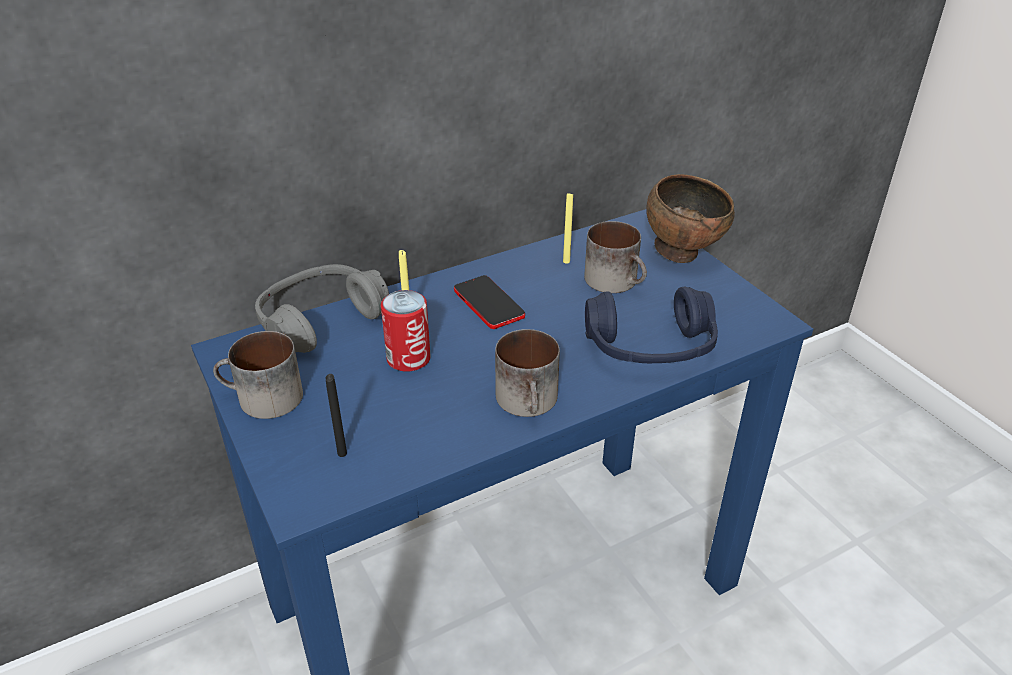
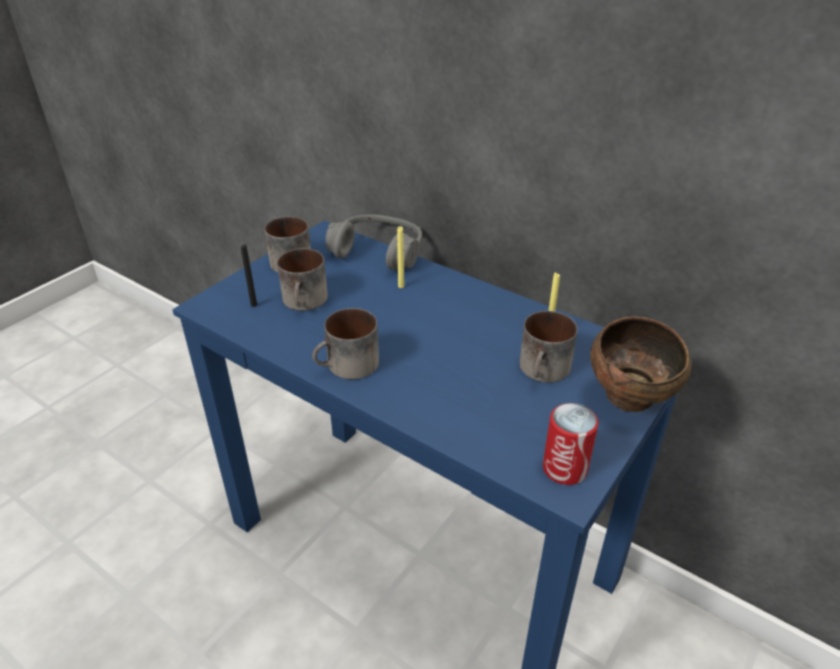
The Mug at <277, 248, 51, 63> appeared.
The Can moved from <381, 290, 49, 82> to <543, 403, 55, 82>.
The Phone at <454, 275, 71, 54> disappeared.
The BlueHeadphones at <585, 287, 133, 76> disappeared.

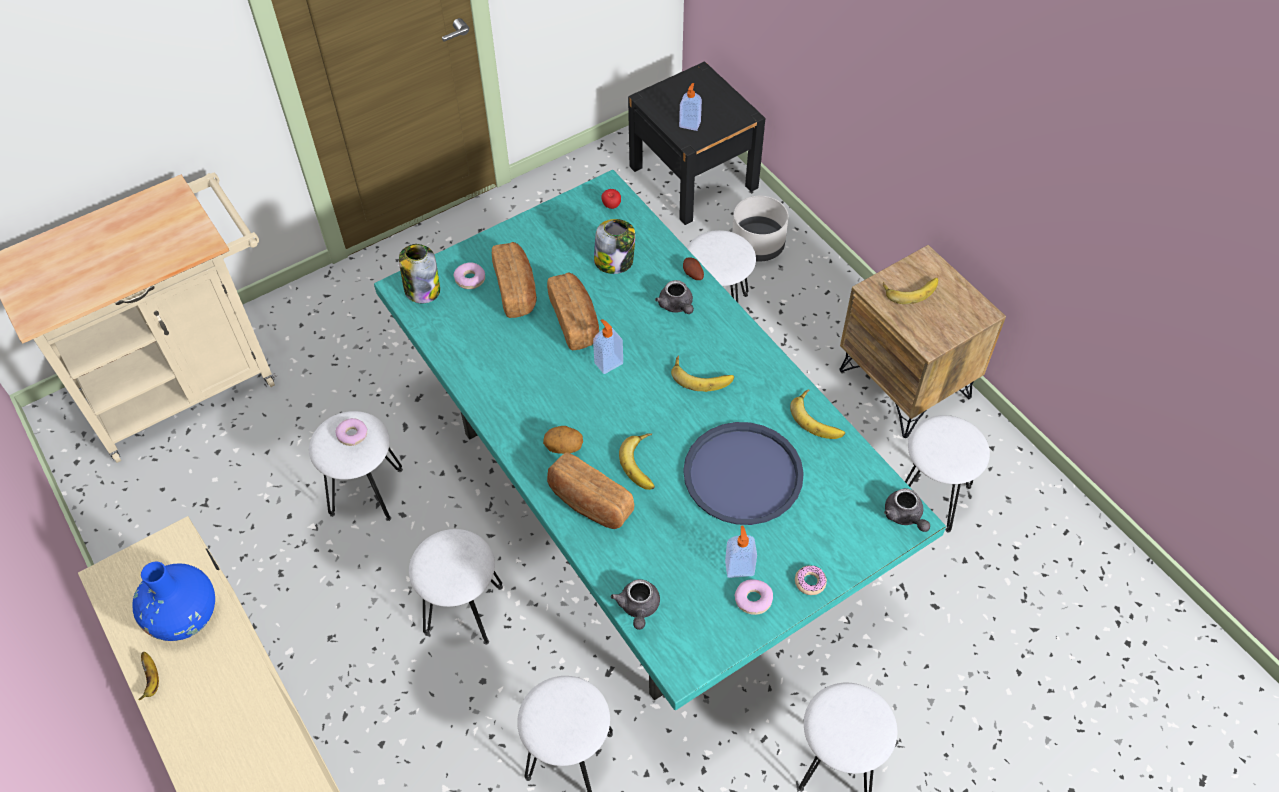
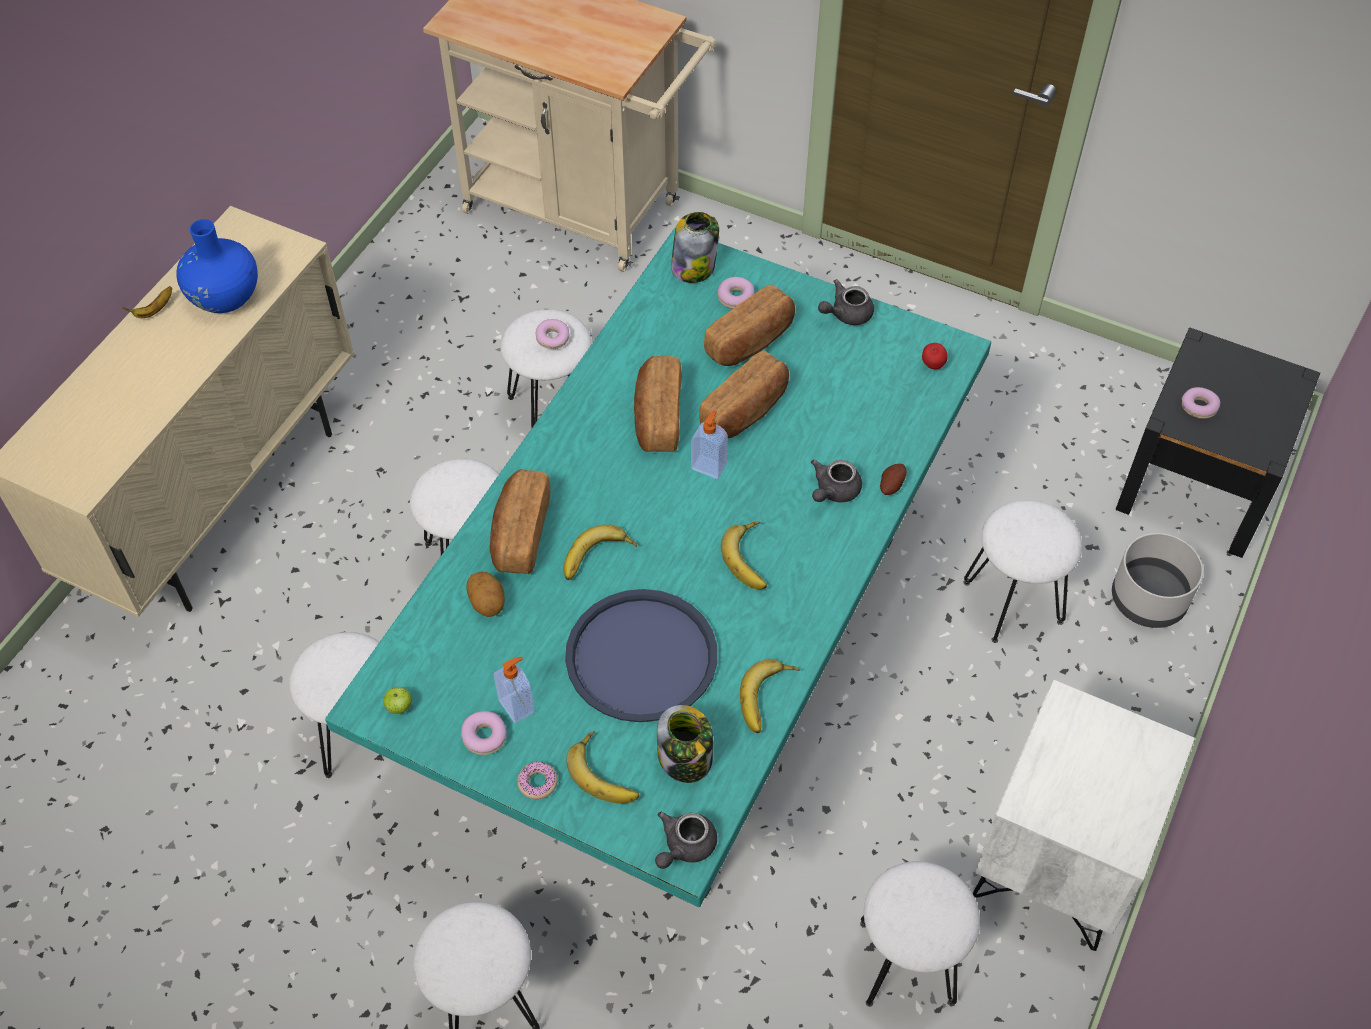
The Apple at <384, 686, 28, 28> appeared.
The Potato moved from <543, 426, 40, 28> to <467, 572, 38, 45>.
The Banana moved from <883, 278, 55, 26> to <566, 731, 73, 73>.
The Bread at <634, 356, 48, 96> appeared.
The Jar moved from <594, 219, 41, 55> to <657, 705, 56, 78>.
The GreyTeapot moved from <611, 579, 49, 51> to <818, 279, 56, 46>.
The BrownNightstand at <839, 245, 167, 193> became the WhiteNightstand at <973, 680, 222, 271>.
The SoapDispenser at <679, 83, 23, 48> was replaced by the Donut at <1182, 387, 38, 32>.

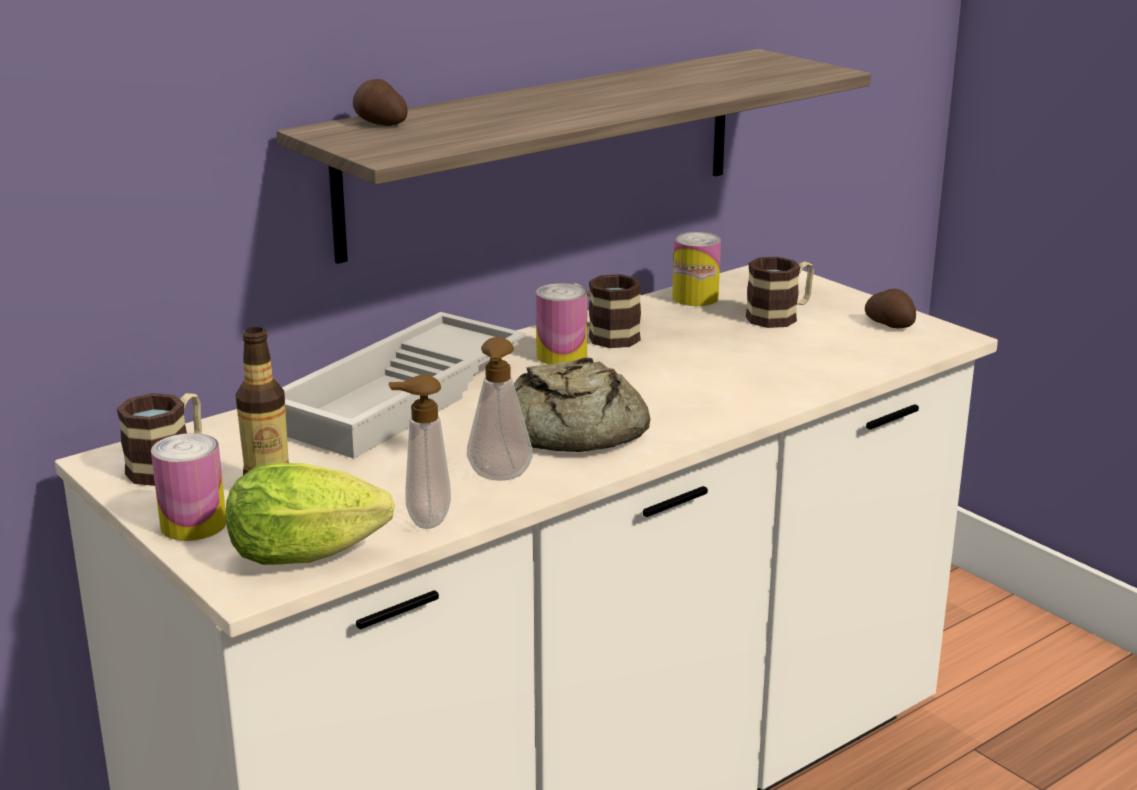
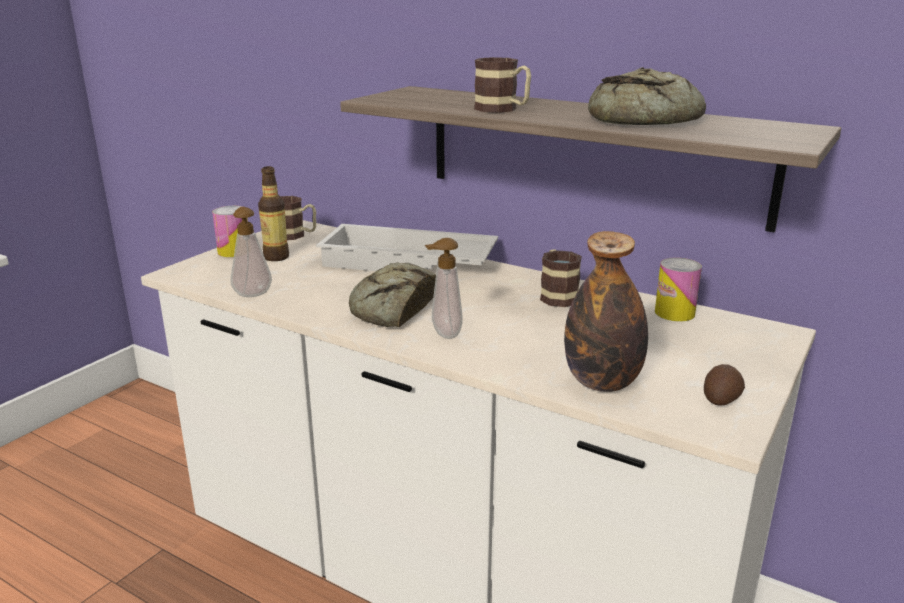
The SoapDispenser moved from <467, 337, 66, 144> to <425, 238, 38, 101>.
The Mug moved from <746, 257, 68, 71> to <474, 57, 57, 56>.
The Bottle at <564, 231, 84, 161> appeared.
The Bread at <588, 67, 118, 58> appeared.
The Lettuce at <226, 463, 169, 102> disappeared.
The Potato at <353, 79, 54, 47> disappeared.
The Can at <536, 283, 51, 81> disappeared.

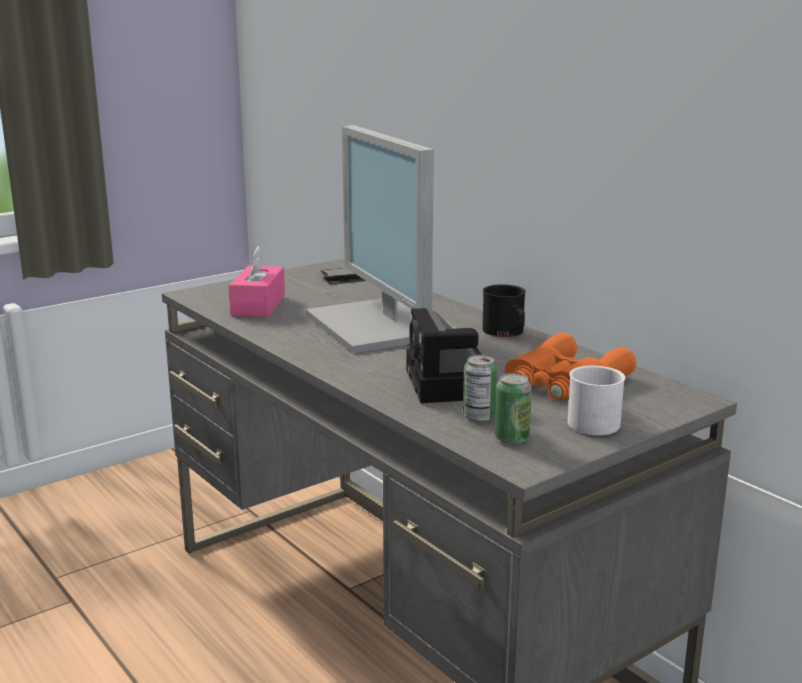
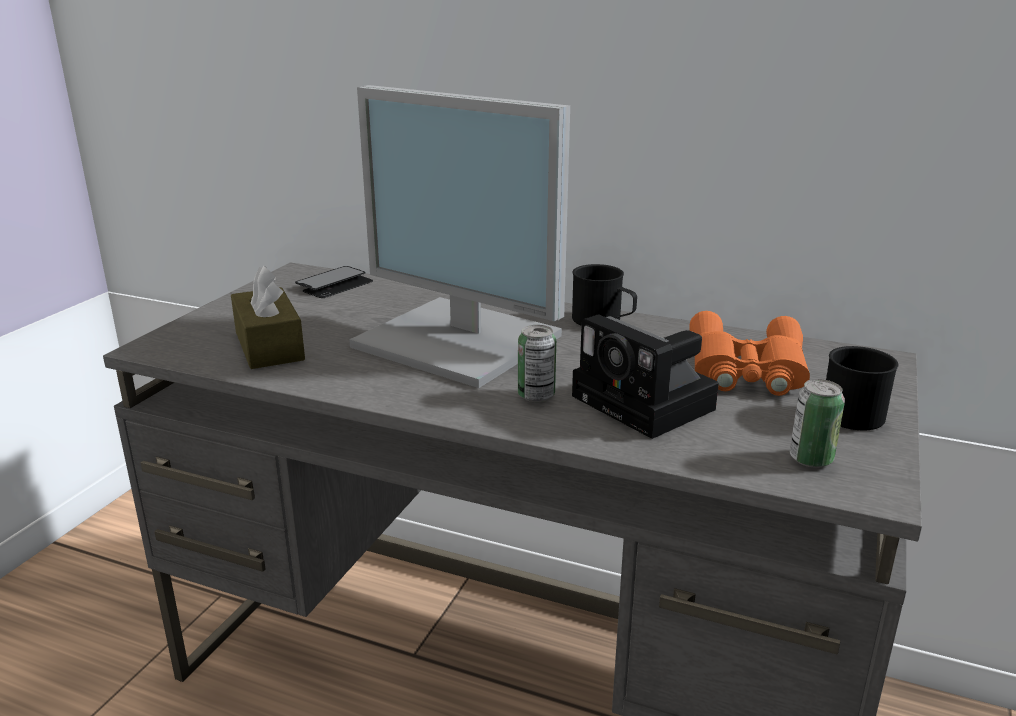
The PinkTissueBox at <229, 246, 56, 71> became the BrownTissueBox at <231, 265, 74, 104>.
The Can moved from <463, 355, 34, 68> to <518, 325, 38, 77>.
The WhiteMug at <568, 366, 57, 70> became the BlackMug at <826, 346, 73, 84>.

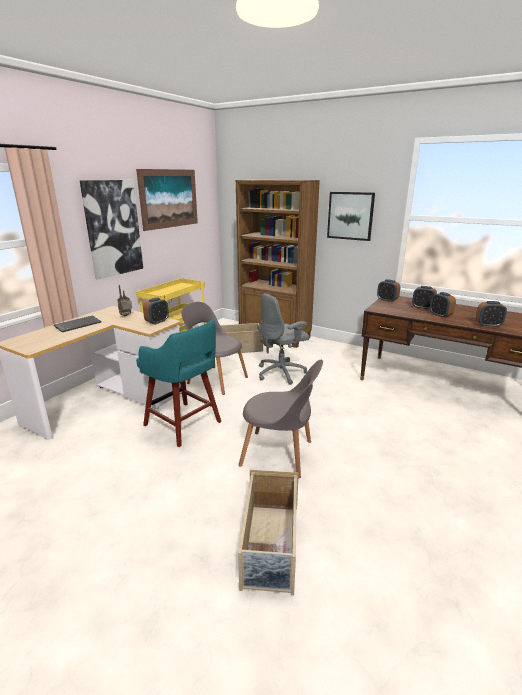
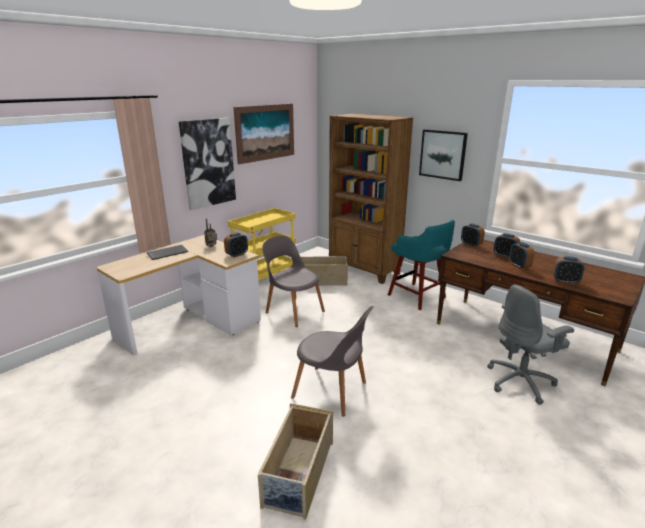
The TurquoiseStool moved from <136, 320, 85, 127> to <388, 220, 67, 90>.
The GreyOfficeChair moved from <259, 293, 50, 92> to <487, 285, 87, 120>.

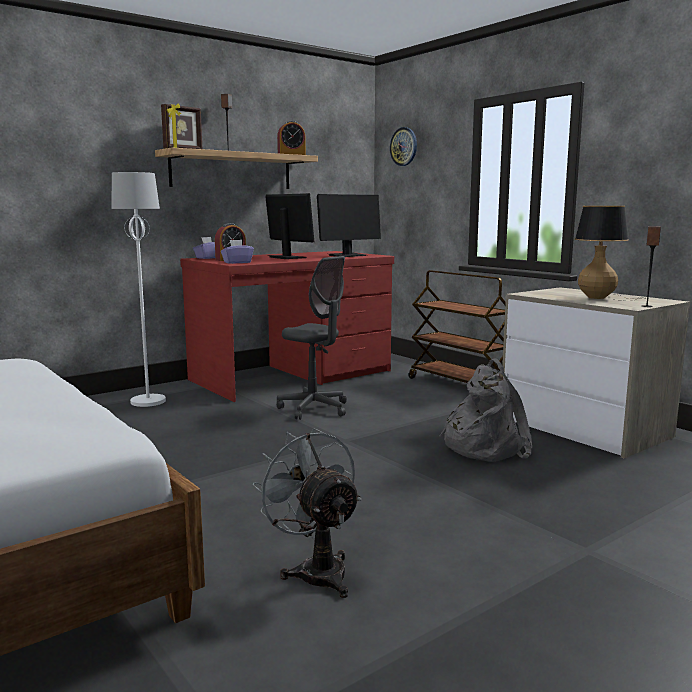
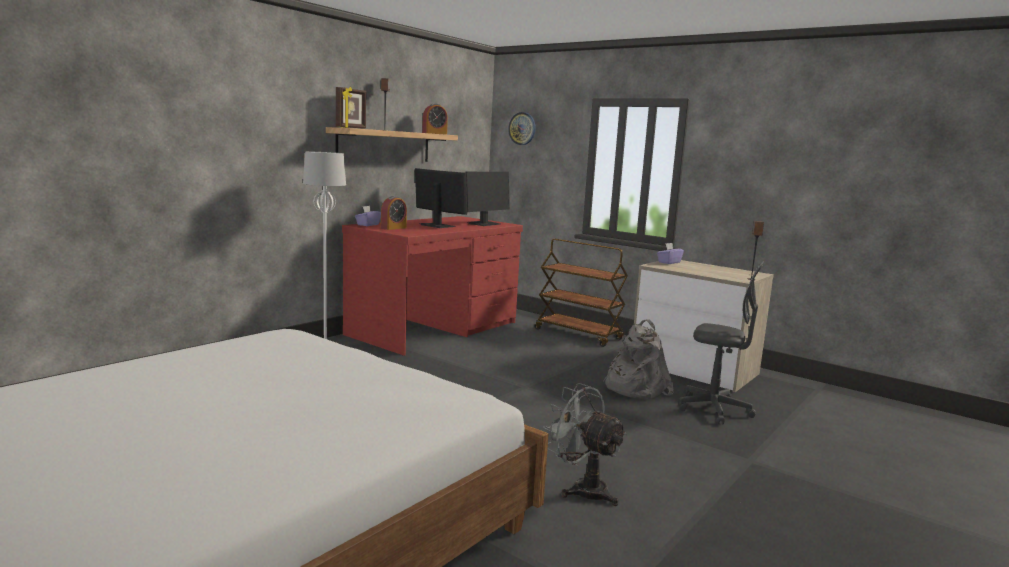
The PurpleTissueBox moved from <221, 240, 33, 24> to <657, 243, 27, 21>.
The GreyOfficeChair moved from <277, 256, 70, 164> to <679, 261, 85, 163>.
The TableLamp at <574, 206, 72, 95> disappeared.

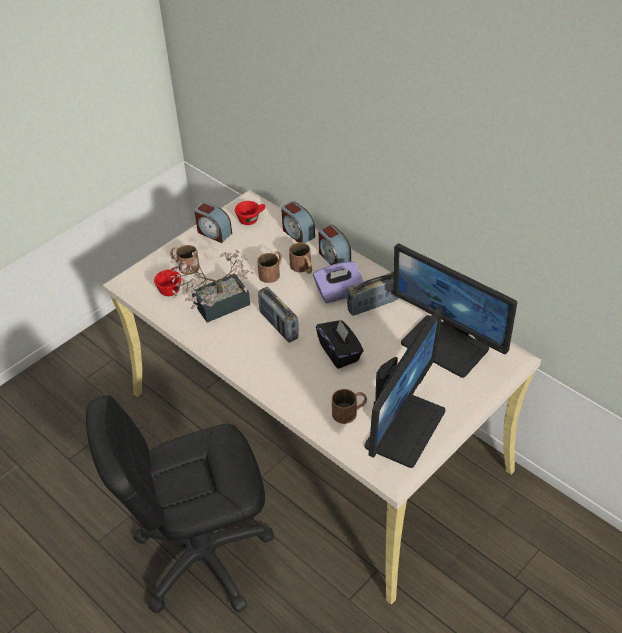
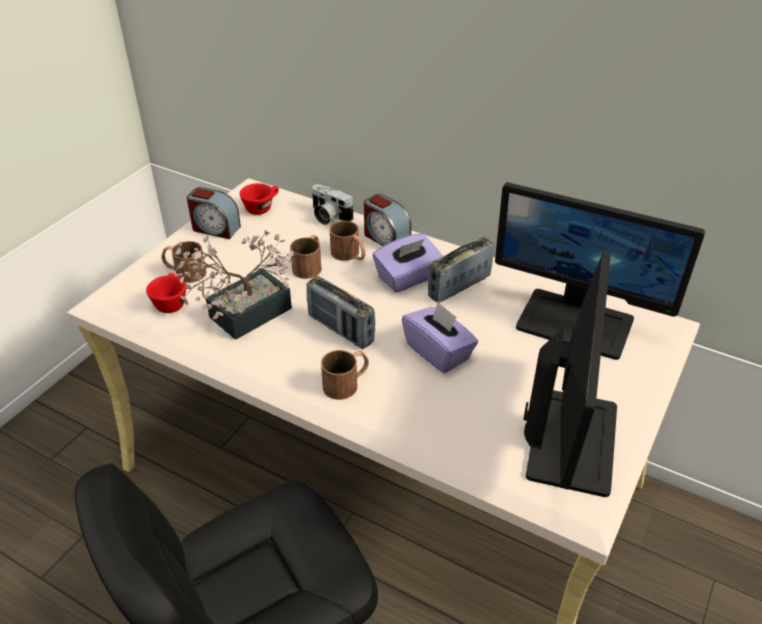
The AlarmClock at <281, 201, 34, 42> was replaced by the PhotoCamera at <312, 184, 41, 41>.
The BrownMug moved from <332, 389, 35, 35> to <321, 350, 48, 50>.
The BlackTissueBox at <316, 319, 47, 50> became the PurpleTissueBox at <402, 301, 76, 72>.

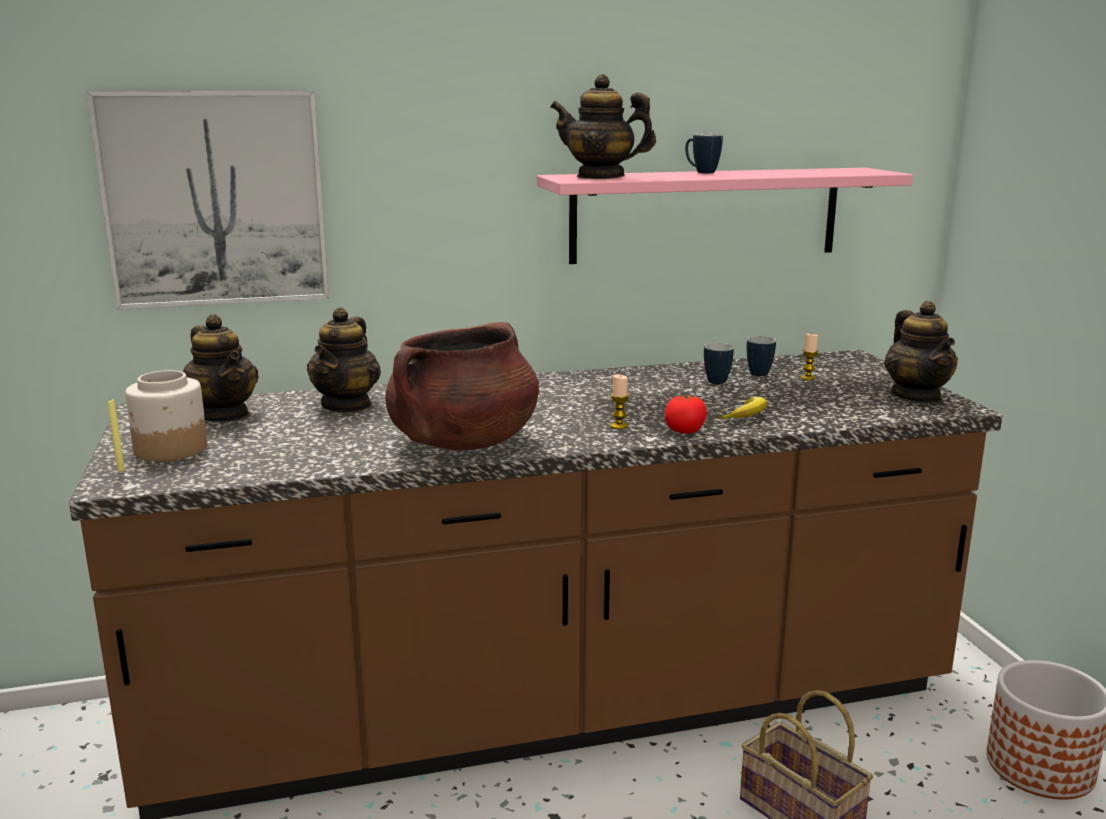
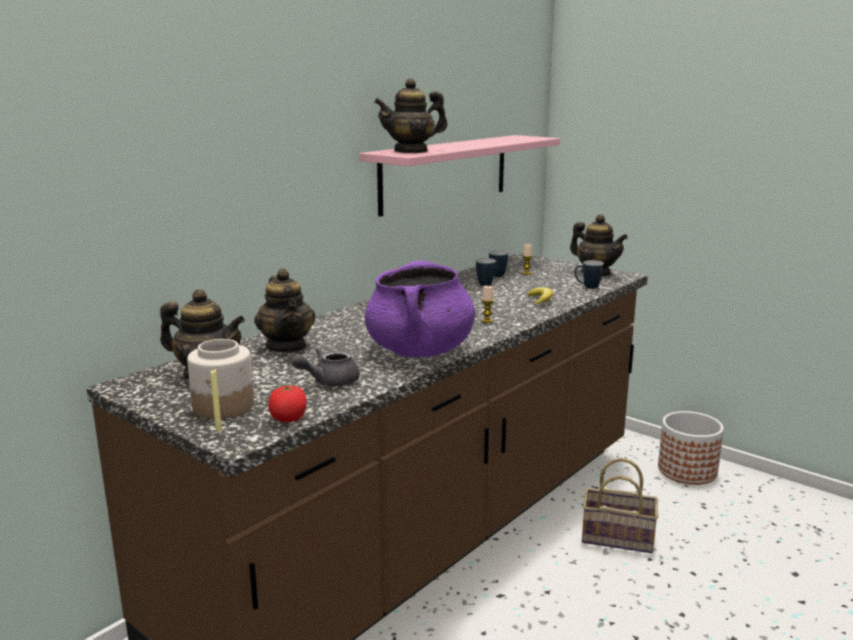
The Tomato moved from <665, 395, 42, 39> to <268, 385, 39, 37>.
The GreyTeapot at <292, 347, 68, 39> appeared.
The BrownCookingPot at <385, 322, 154, 129> became the PurpleCookingPot at <364, 261, 111, 97>.
The Mug moved from <685, 134, 38, 39> to <574, 260, 30, 29>.
The Picture at <87, 91, 242, 219> disappeared.

